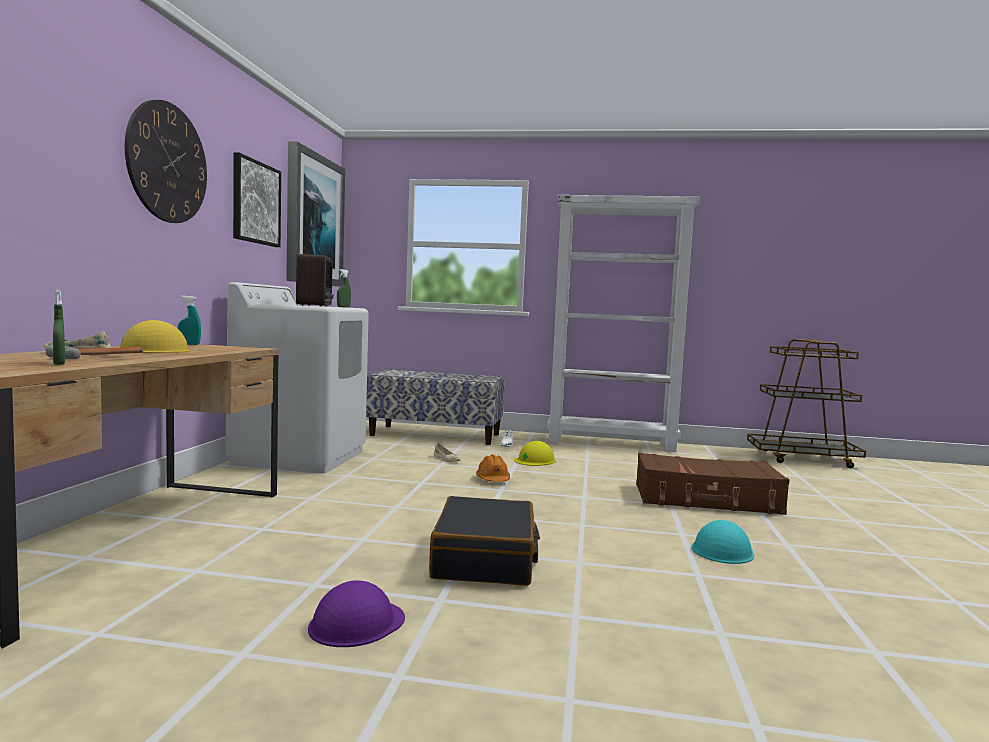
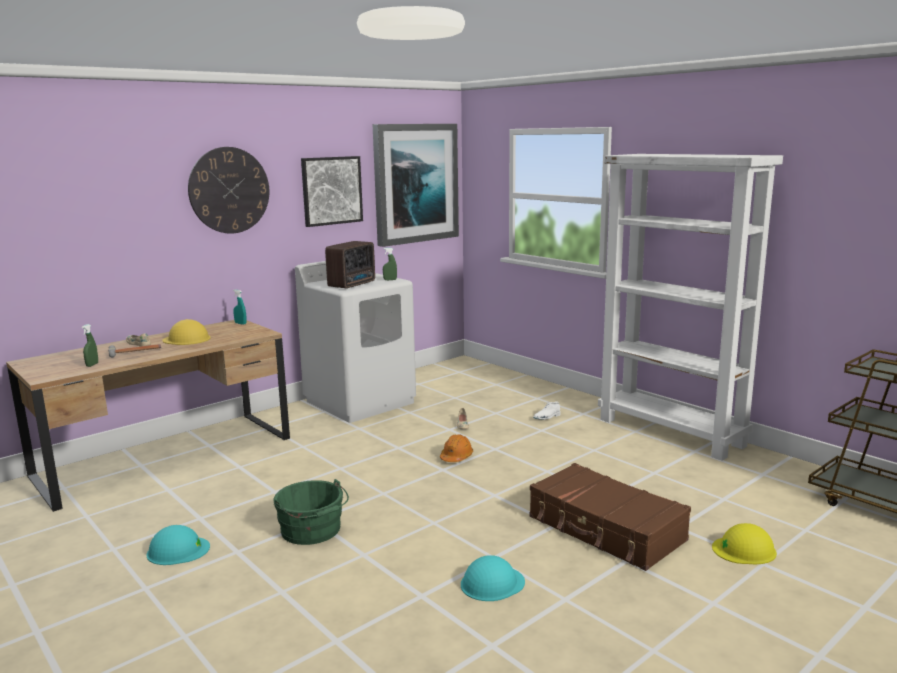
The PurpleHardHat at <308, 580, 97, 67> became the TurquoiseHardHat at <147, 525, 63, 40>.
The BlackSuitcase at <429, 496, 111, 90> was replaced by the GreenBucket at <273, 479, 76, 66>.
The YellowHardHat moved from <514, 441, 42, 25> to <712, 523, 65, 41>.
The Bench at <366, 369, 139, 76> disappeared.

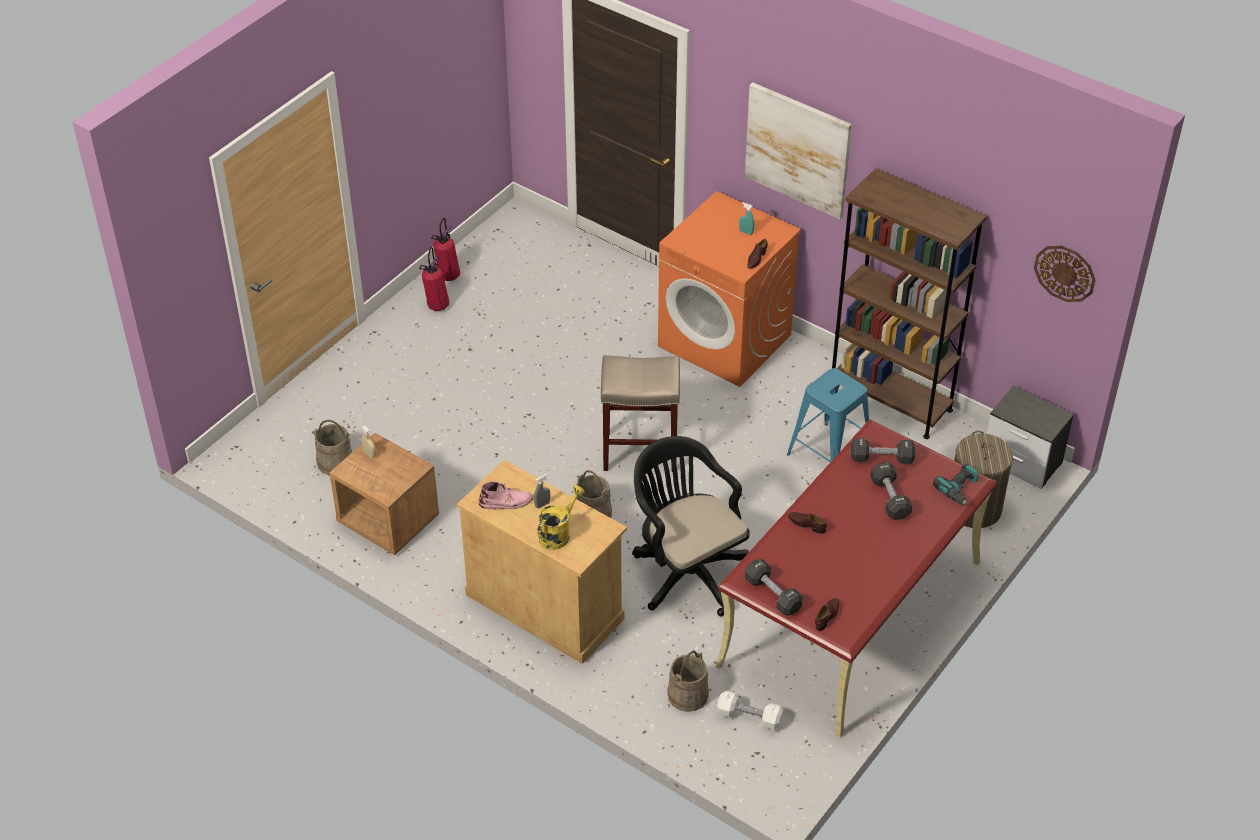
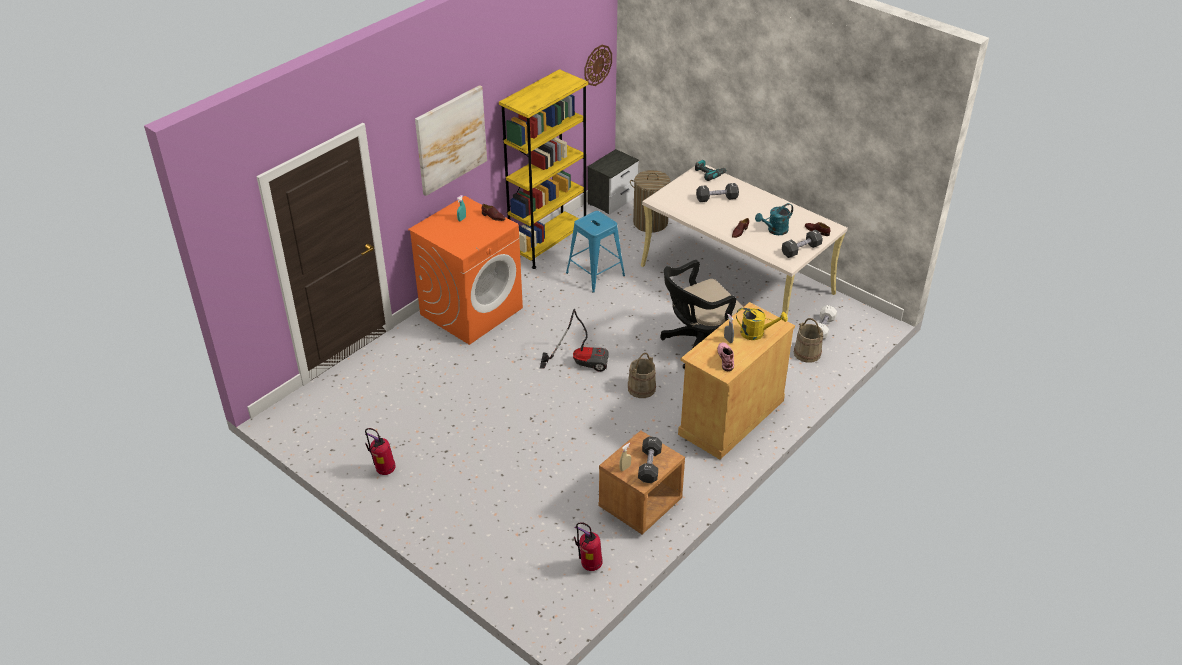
The BrownBookcase at <832, 168, 155, 271> became the YellowBookcase at <499, 69, 89, 200>.
The BeigeStool at <601, 355, 79, 117> was replaced by the VacuumCleaner at <540, 309, 69, 63>.
The FireExtinguisher moved from <431, 217, 29, 64> to <574, 522, 29, 49>.
The BlackDumbbell moved from <851, 438, 64, 26> to <638, 437, 24, 46>.
The RedDesk at <716, 419, 281, 319> became the BeigeDesk at <641, 164, 207, 153>.
The YellowWateringCan at <537, 485, 48, 65> turned 150 degrees clockwise.
The TurquoiseWateringCan at <755, 203, 38, 32> appeared.
The BeigeBucket at <312, 420, 40, 55> disappeared.

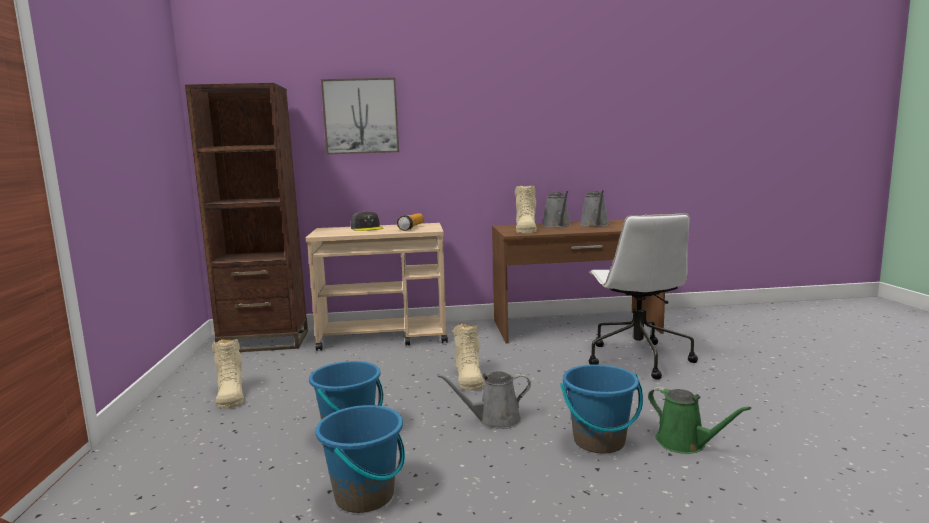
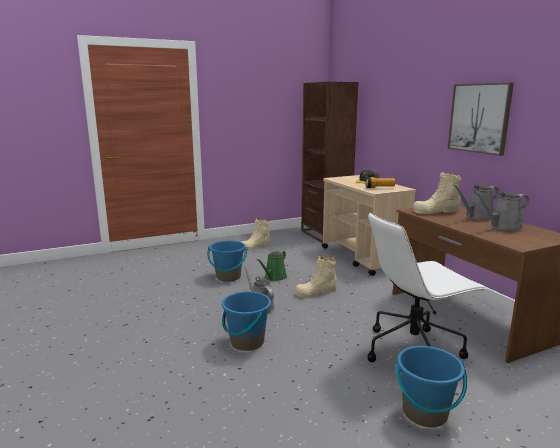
The GreenWateringCan moved from <648, 386, 103, 68> to <256, 251, 31, 30>.
The BlueBucket moved from <315, 405, 90, 108> to <395, 346, 72, 81>.
The Picture moved from <321, 78, 78, 76> to <447, 83, 67, 73>.

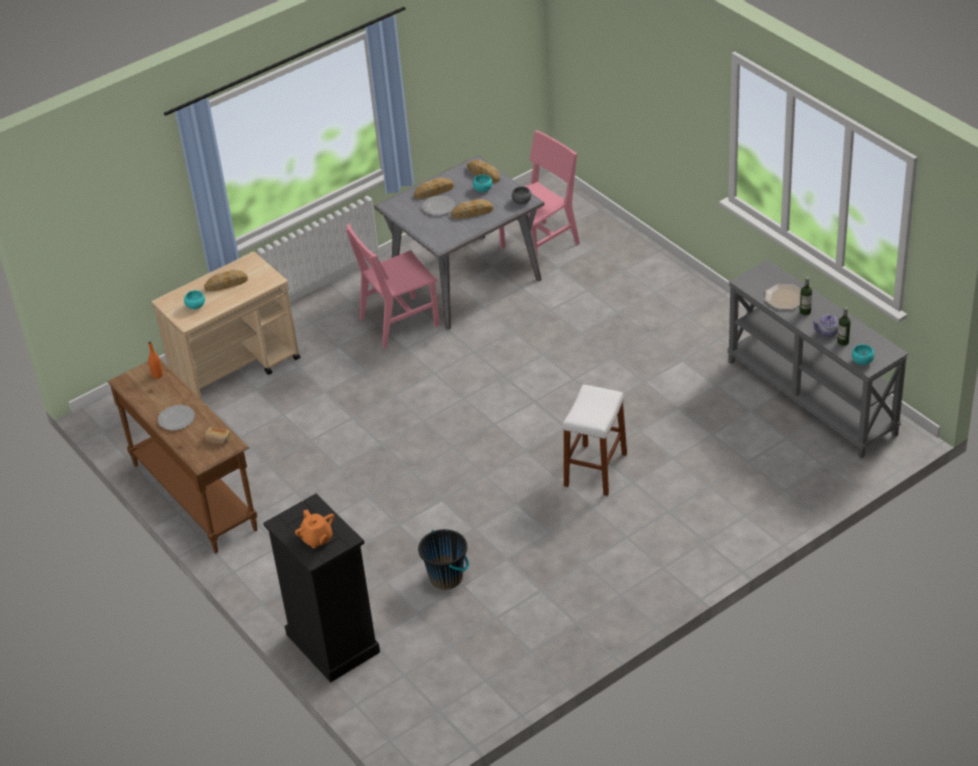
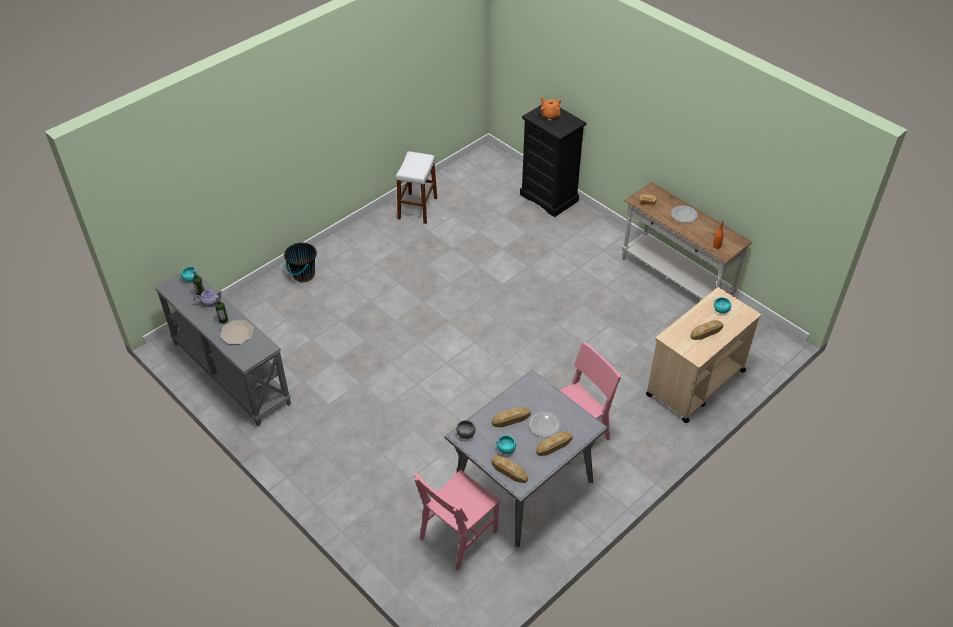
The BlackBucket moved from <418, 529, 51, 61> to <284, 243, 33, 39>.
The WhiteStool moved from <563, 384, 64, 112> to <396, 151, 41, 73>.
The BrownConsoleTable at <108, 359, 149, 194> became the WhiteConsoleTable at <622, 182, 130, 117>.

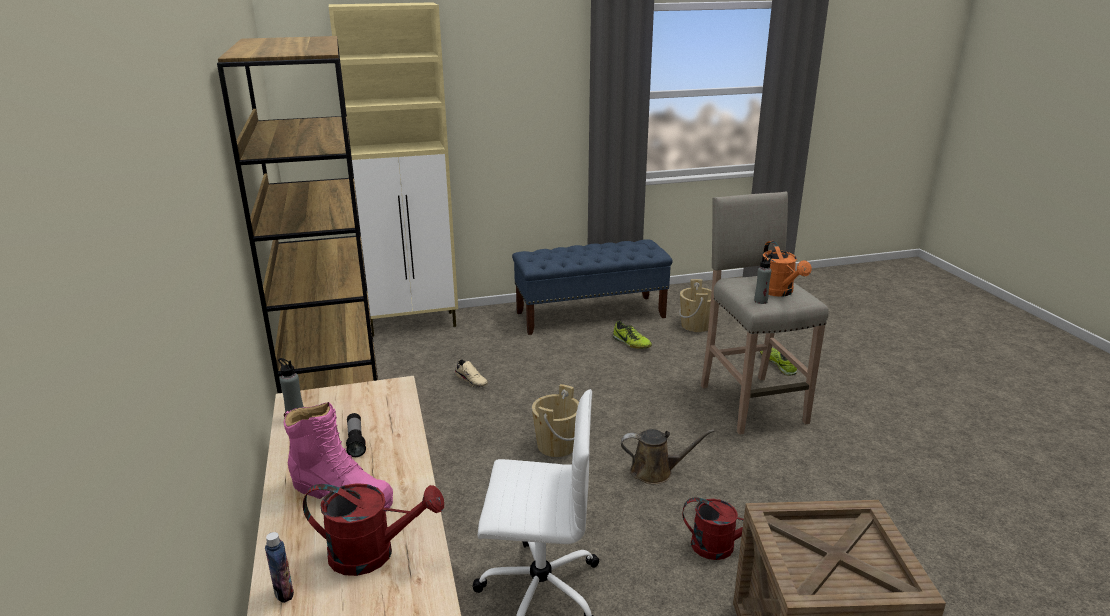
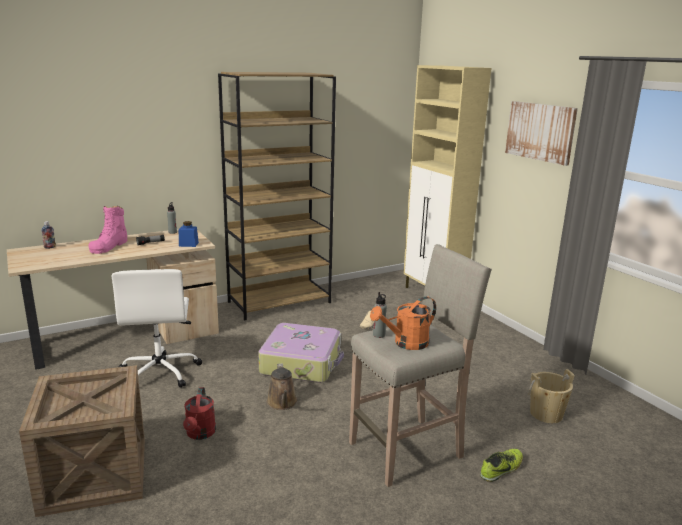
The BlueJar at <179, 221, 20, 26> appeared.
The BeigeBucket at <532, 384, 47, 73> was replaced by the Suitcase at <258, 323, 86, 60>.
The Picture at <505, 101, 73, 65> appeared.
The RedWateringCan at <303, 483, 141, 93> disappeared.
The BlueBench at <512, 239, 161, 96> disappeared.
The Shoe at <613, 321, 39, 28> disappeared.

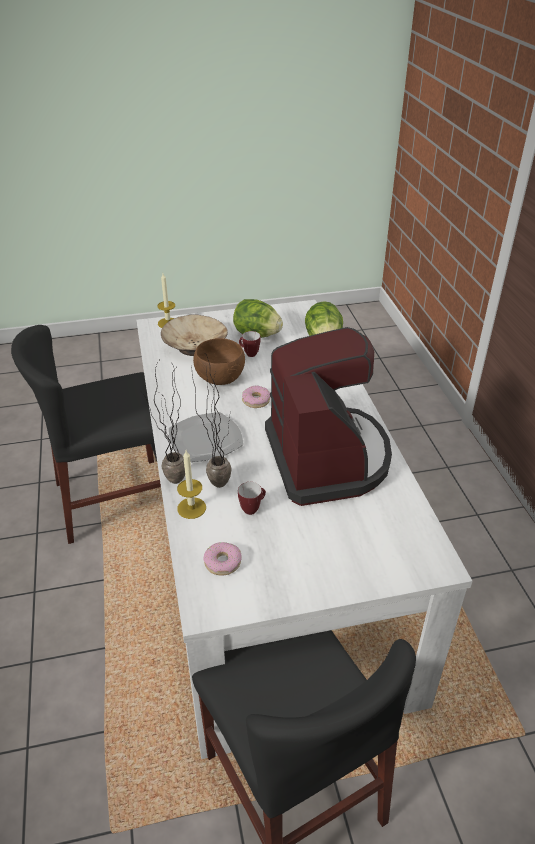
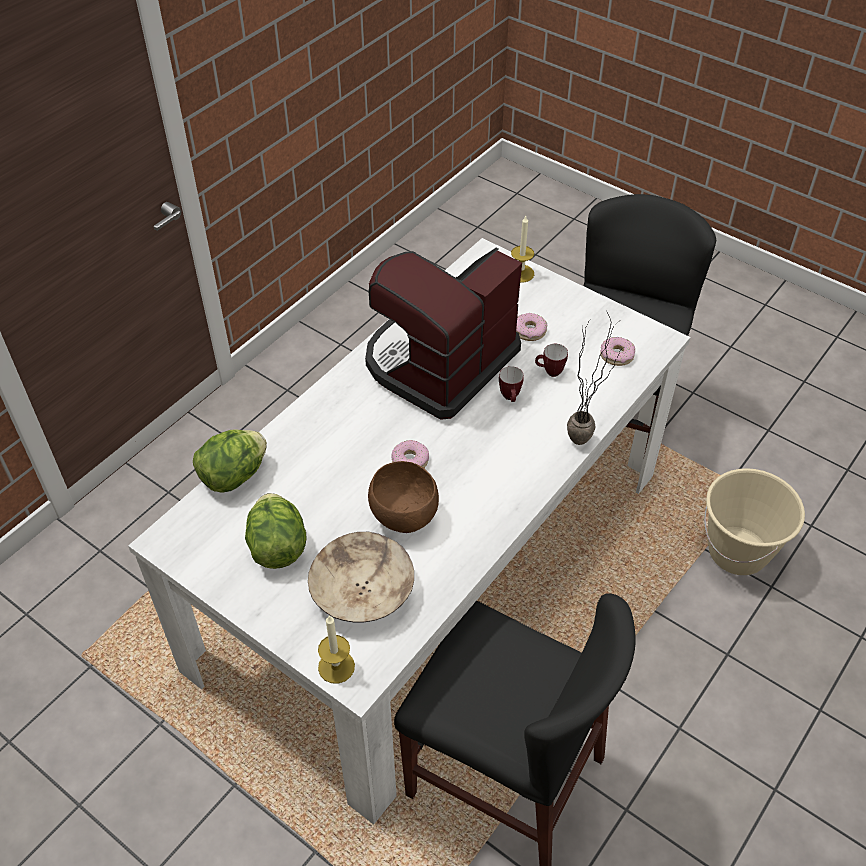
The Mug moved from <239, 331, 22, 26> to <499, 366, 25, 36>.
The Candle moved from <177, 451, 29, 68> to <511, 216, 23, 66>.
The Donut at <516, 313, 31, 28> appeared.
The BeigeBucket at <704, 468, 101, 107> appeared.
The Plate at <169, 412, 75, 50> disappeared.
The PottedPlant at <192, 357, 40, 131> disappeared.

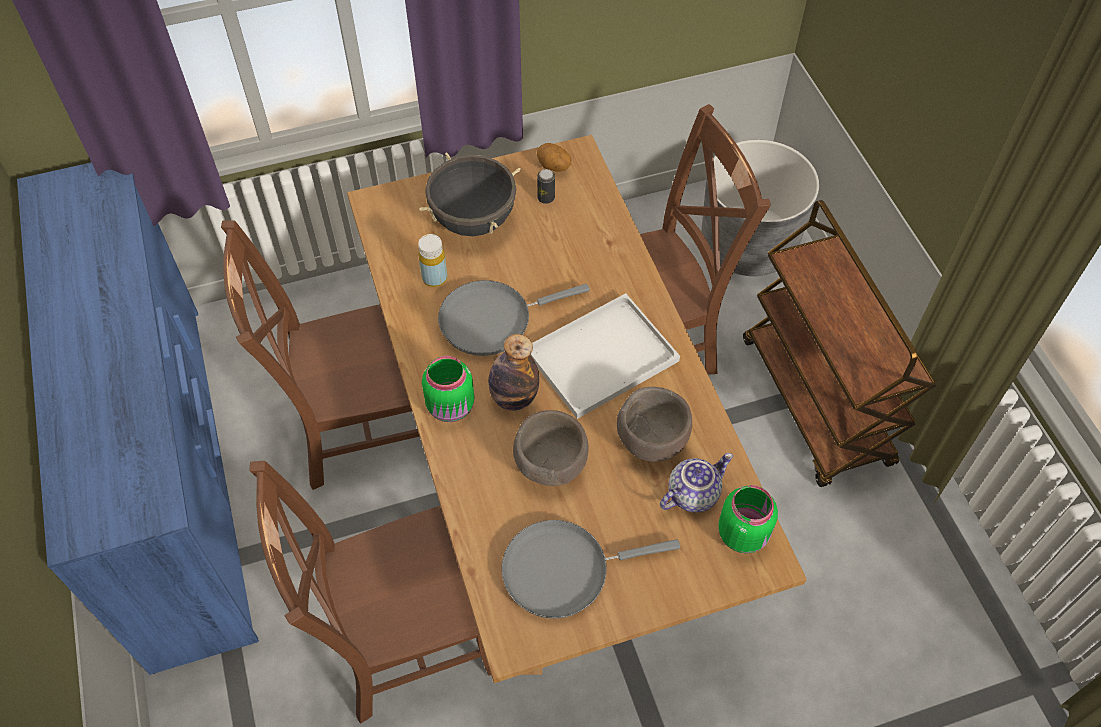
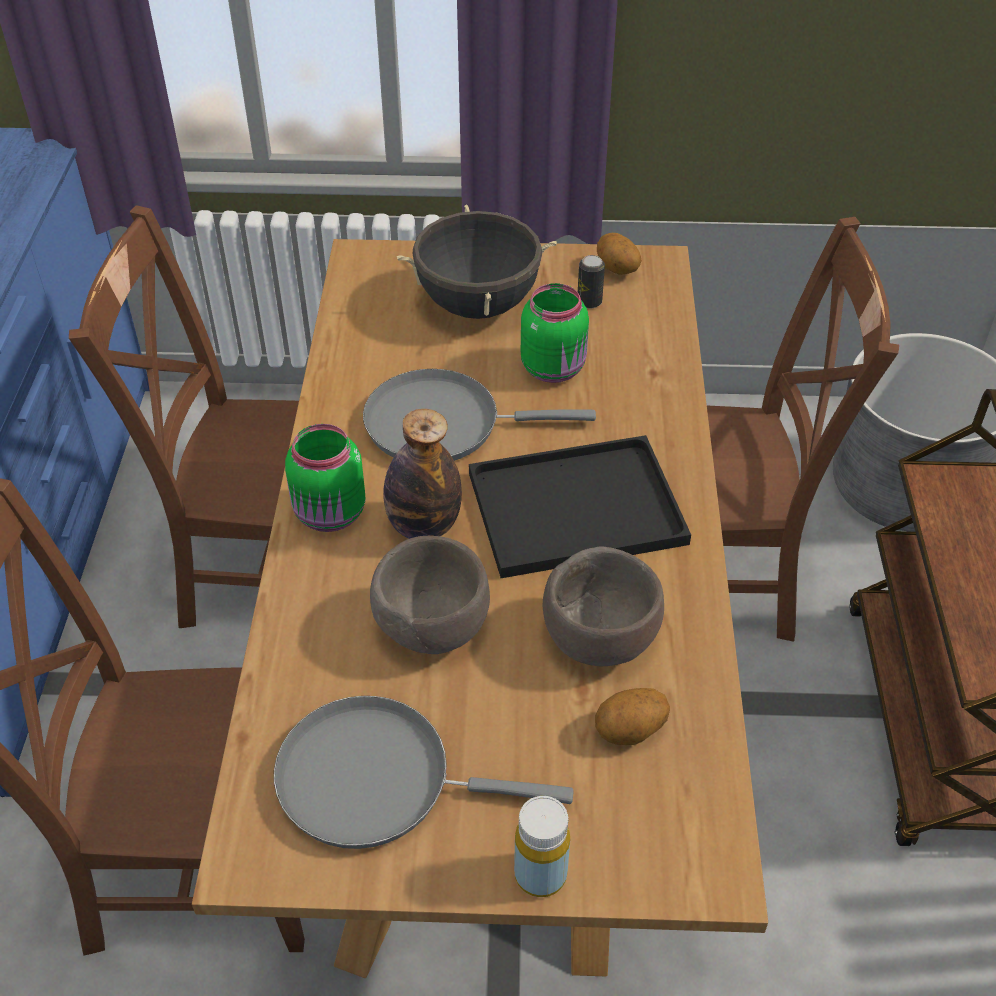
The WhiteTray at <530, 293, 150, 126> became the BlackTray at <469, 435, 222, 143>.
The YellowBottle moved from <418, 234, 30, 53> to <514, 796, 56, 101>.
The GreenJar moved from <718, 485, 60, 69> to <521, 283, 68, 100>.
The Teapot at <660, 453, 73, 59> was replaced by the Potato at <595, 688, 75, 57>.

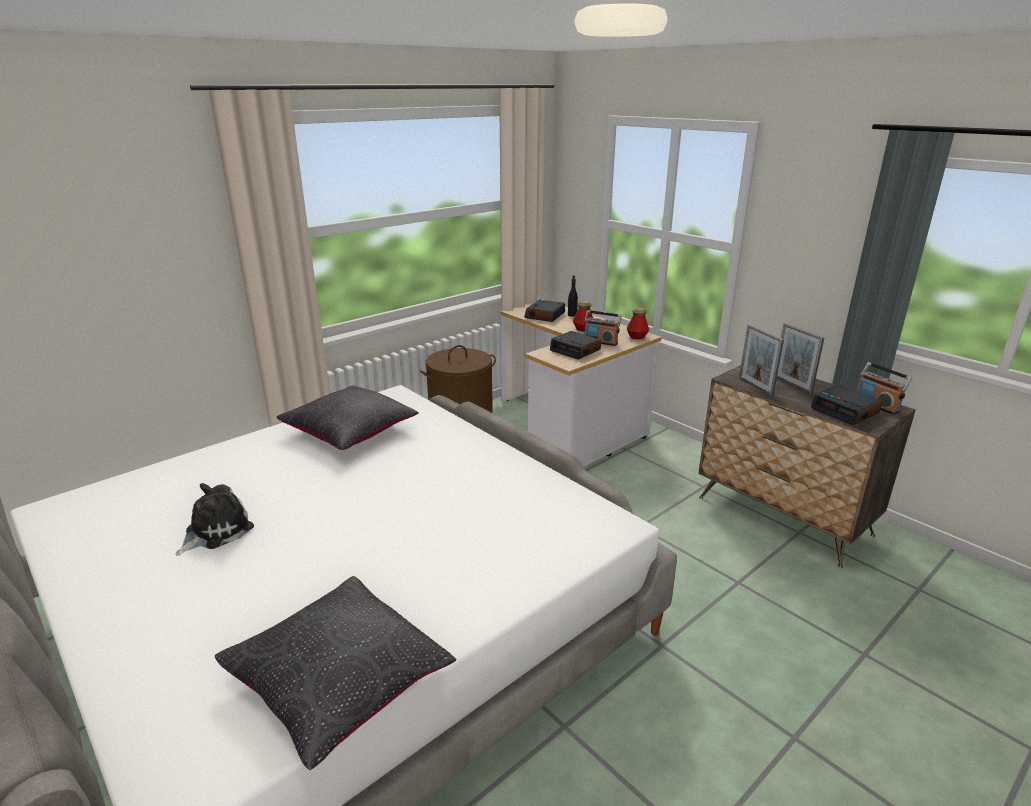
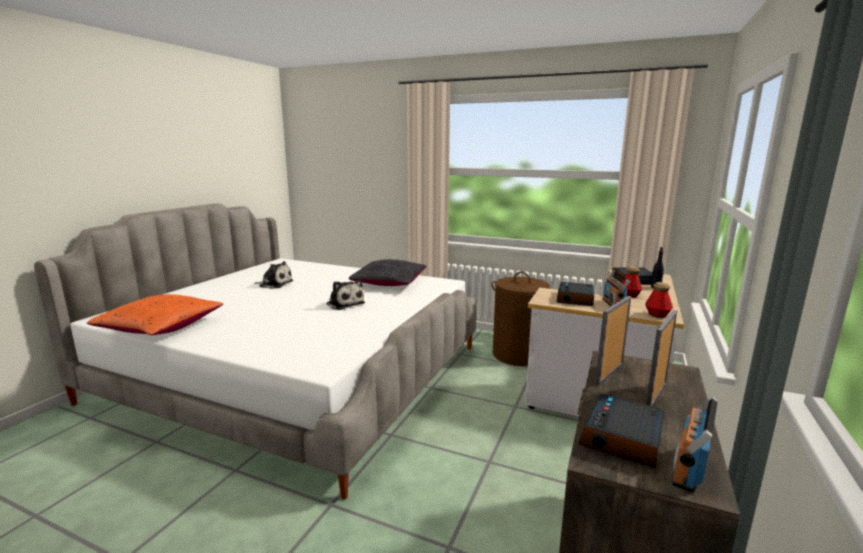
The BlackPillow at <215, 576, 242, 194> became the OrangePillow at <87, 294, 136, 41>.
The PlushToy at <327, 279, 38, 31> appeared.

